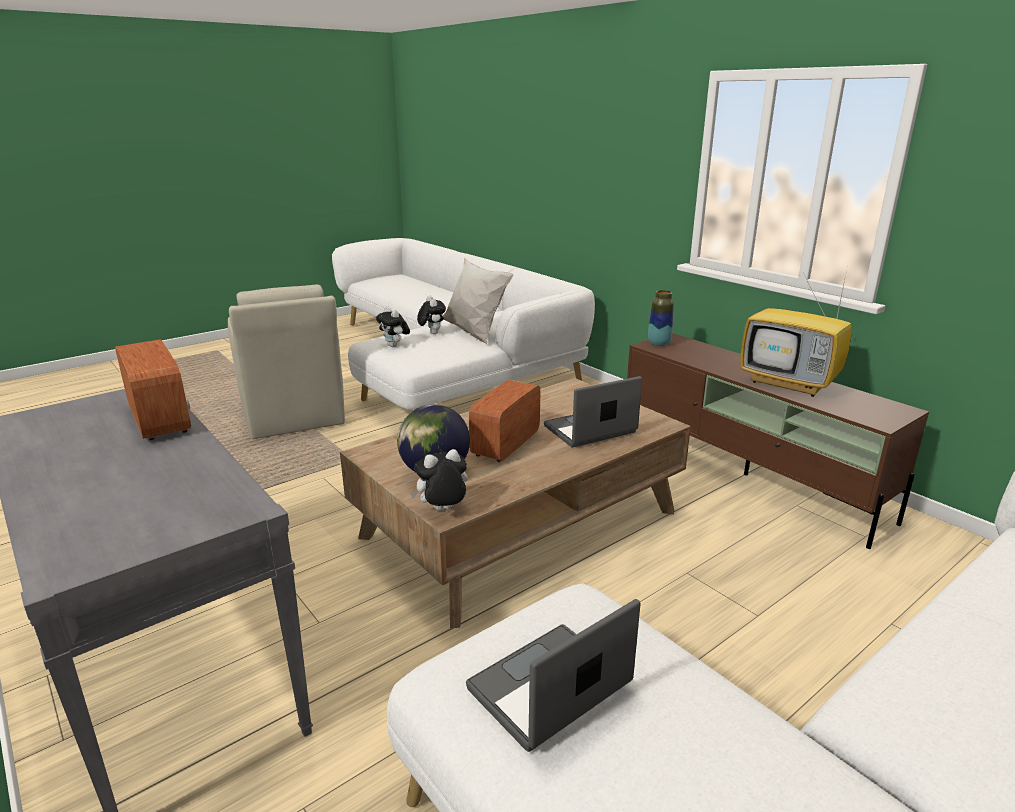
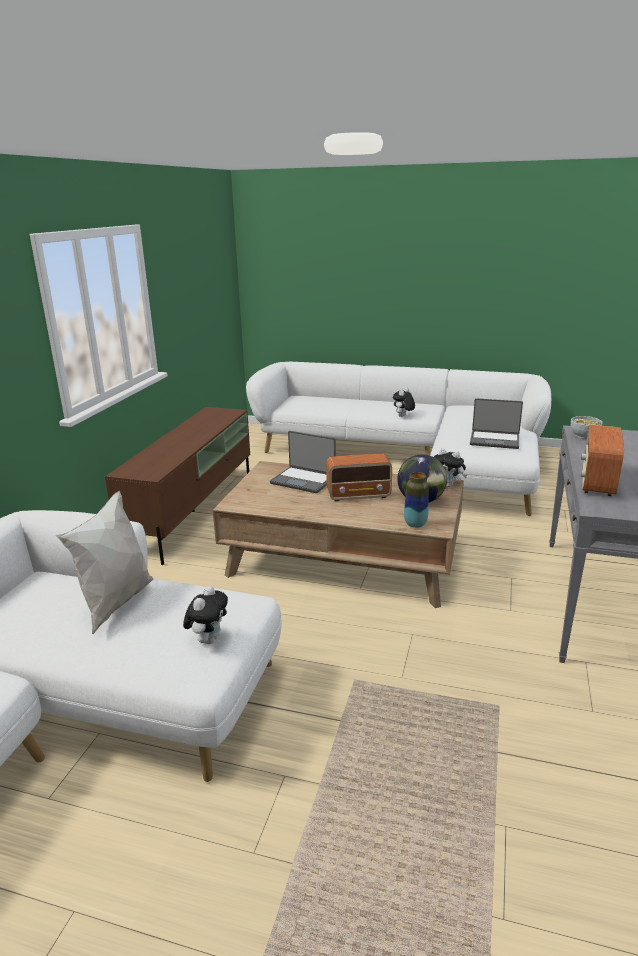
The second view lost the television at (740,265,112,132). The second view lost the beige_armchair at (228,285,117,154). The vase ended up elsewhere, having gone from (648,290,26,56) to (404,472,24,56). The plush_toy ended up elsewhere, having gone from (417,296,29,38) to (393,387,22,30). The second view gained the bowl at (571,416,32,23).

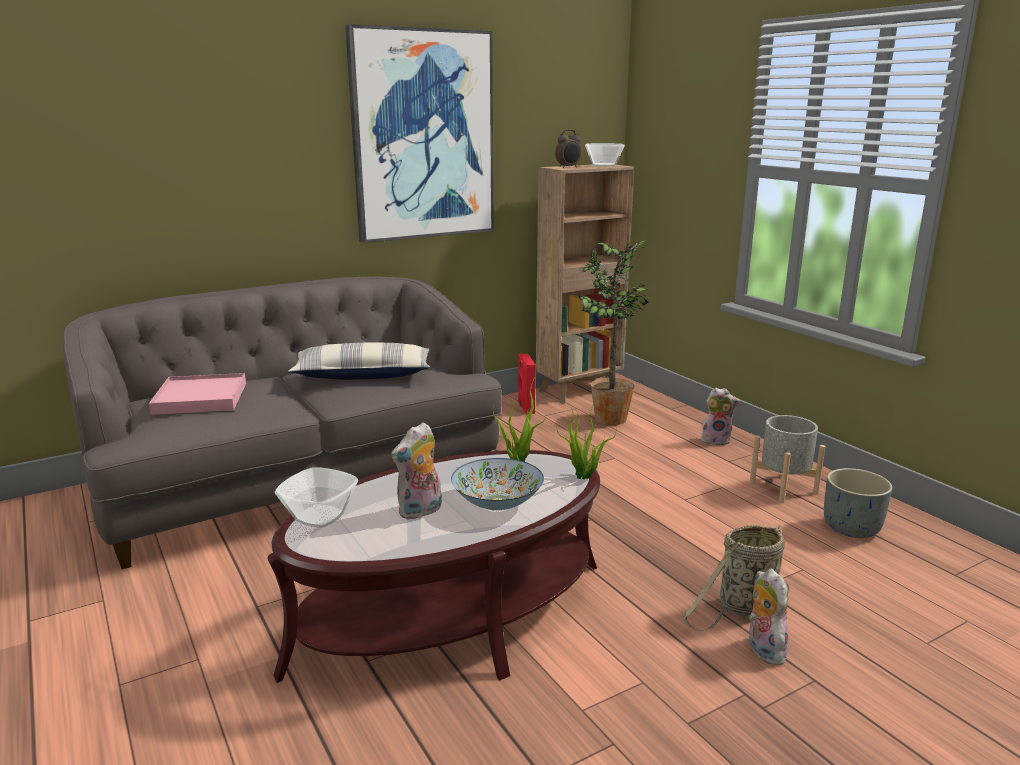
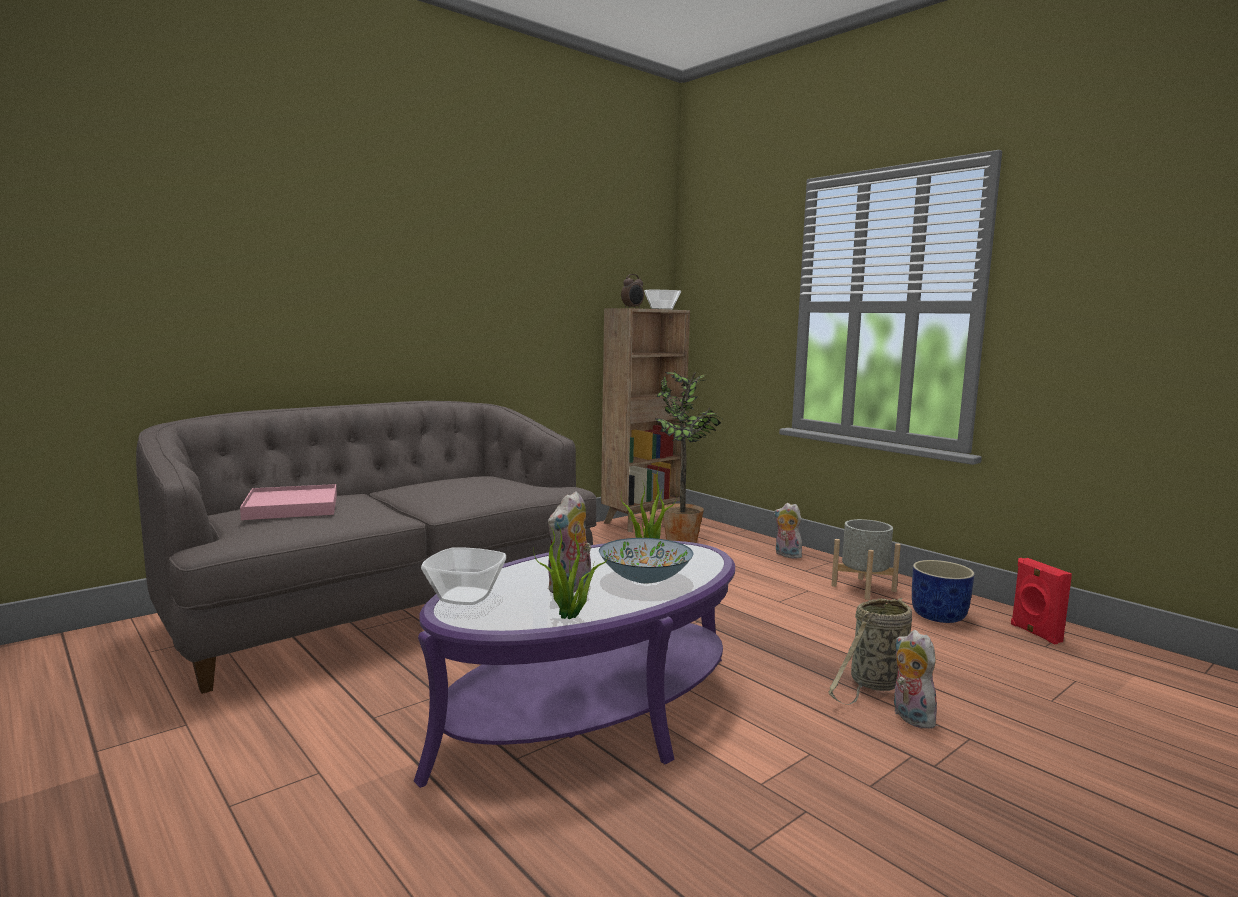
The second view lost the picture at (345,24,149,219). The second view lost the pillow at (288,342,142,38). The red_speaker ended up elsewhere, having gone from (518,353,17,62) to (1011,558,61,86). The plush_toy at (701,388,39,57) ended up facing another way, 135 degrees counterclockwise from before. The potted_plant ended up elsewhere, having gone from (556,404,60,76) to (533,520,76,99). What was the brown_coffee_table at (267,450,333,233) turned into the purple_coffee_table at (414,541,321,247). What was the grey_planter at (824,468,69,70) turned into the blue_planter at (912,560,63,63).

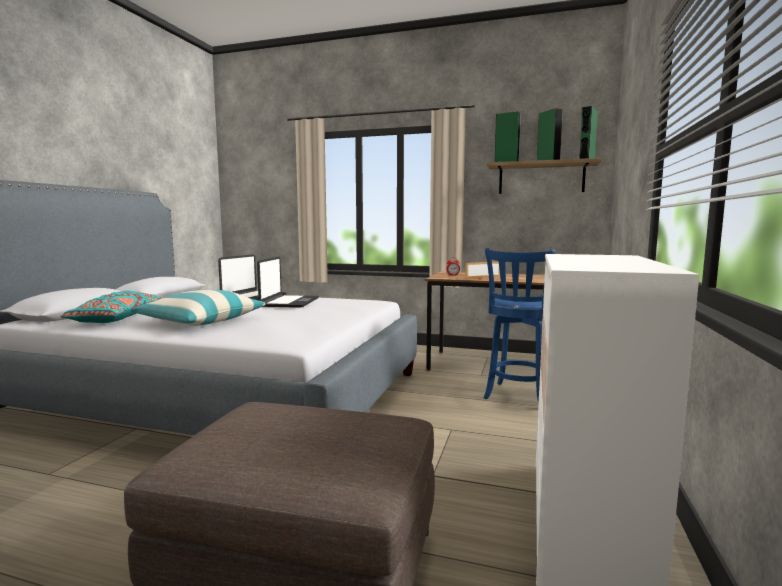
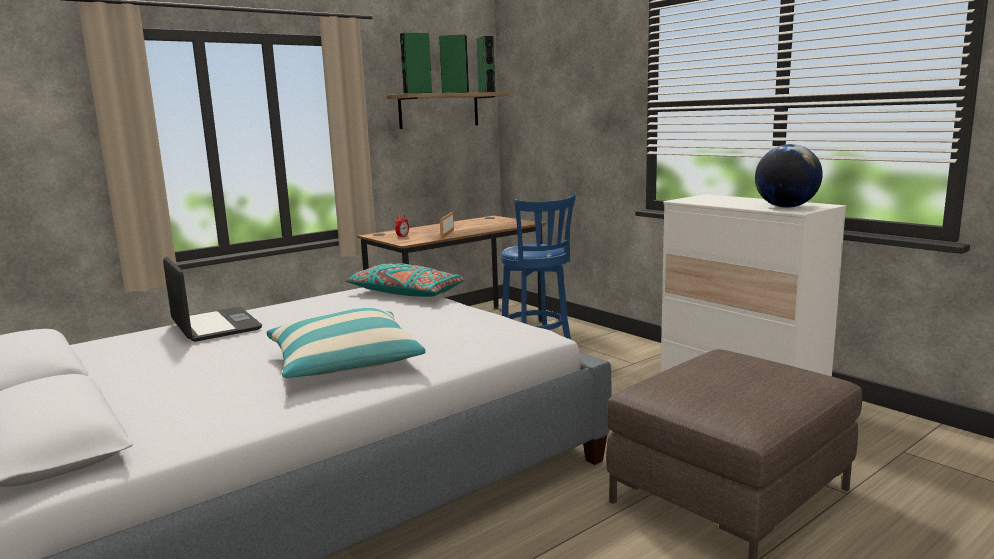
The second view lost the laptop at (257,257,62,51). The turquoise_pillow ended up elsewhere, having gone from (60,291,101,32) to (345,263,120,34). The second view gained the globe at (755,144,68,64).

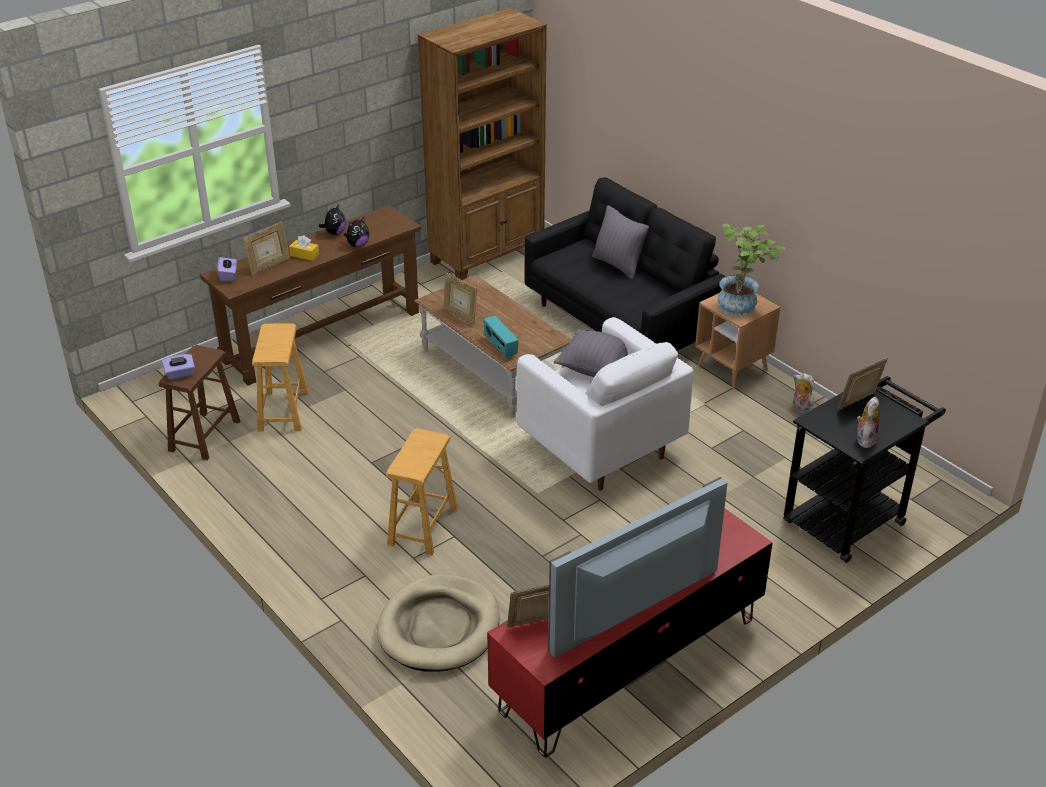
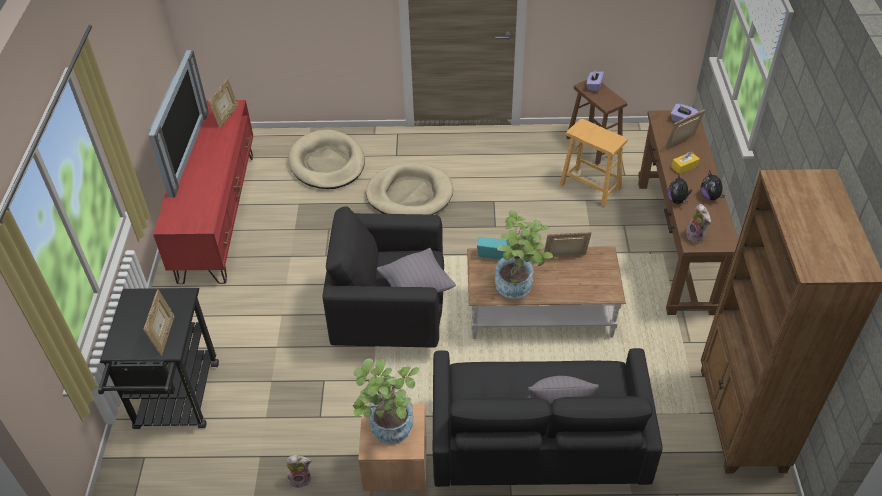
The picture_frame at (243,222,47,53) ended up facing another way, 60 degrees clockwise from before. What was the white_armchair at (517,317,176,174) turned into the black_armchair at (322,206,122,142). The plush_toy ended up elsewhere, having gone from (857,397,23,51) to (686,204,25,40). Where the brown_stool stood at (386,428,72,127), the beige_dog_bed came to stand at (366,162,87,53). The second view gained the potted_plant at (495,210,58,89).

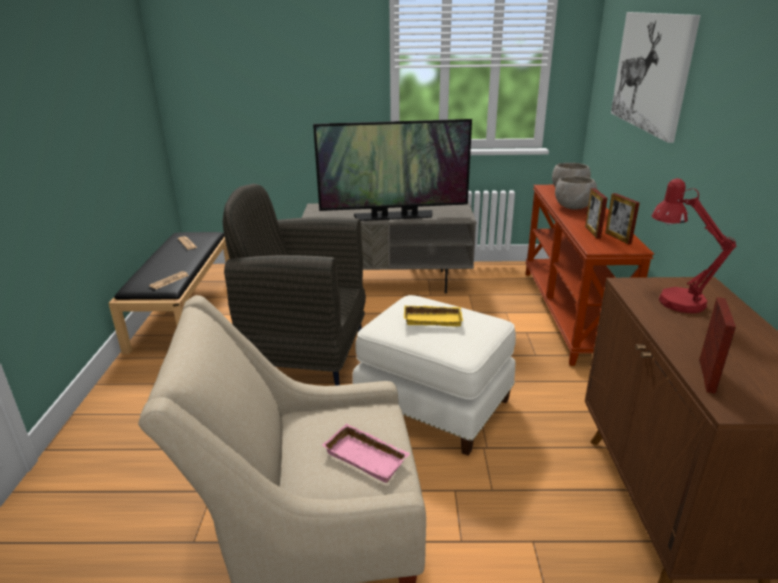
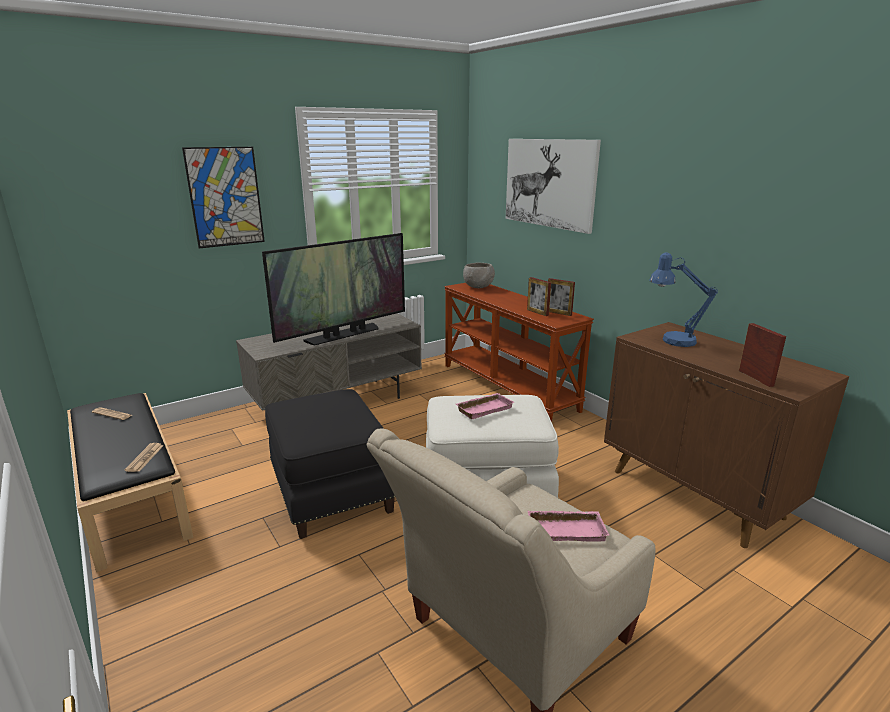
The second view lost the grey_bowl at (555,176,42,33). What was the red_table_lamp at (652,178,84,135) turned into the blue_table_lamp at (649,252,69,95). Where the grey_armchair stood at (223,184,143,202), the black_ottoman came to stand at (265,389,130,150). What was the yellow_tray at (404,305,59,21) turned into the pink_tray at (456,393,58,26). The second view gained the picture at (182,147,83,102).

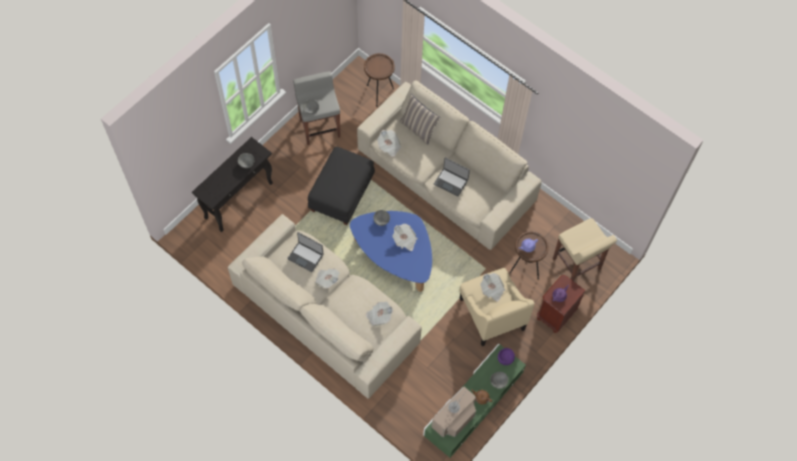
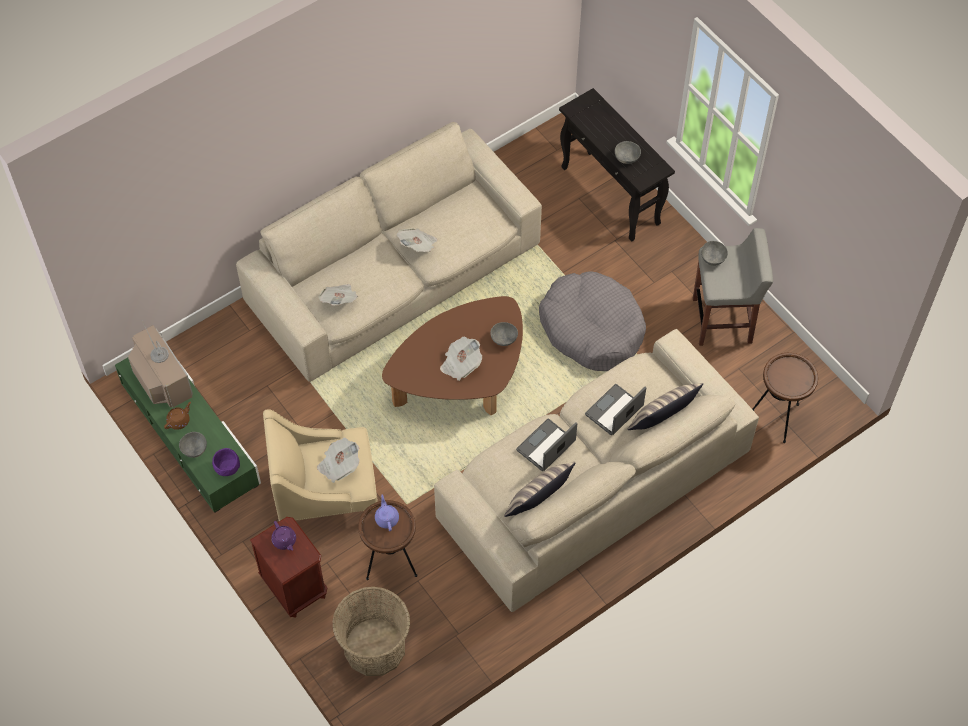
The second view lost the newspaper at (377,130,25,27). Where the black_ottoman stood at (308,147,67,78), the grey_dog_bed came to stand at (539,271,107,100). What was the blue_coffee_table at (350,211,82,81) turned into the brown_coffee_table at (382,296,141,119). Where the beige_stool stood at (553,218,64,63), the basket came to stand at (332,587,78,89). The laptop ended up elsewhere, having gone from (287,232,36,40) to (585,384,61,51). The second view gained the pillow at (504,462,72,55).

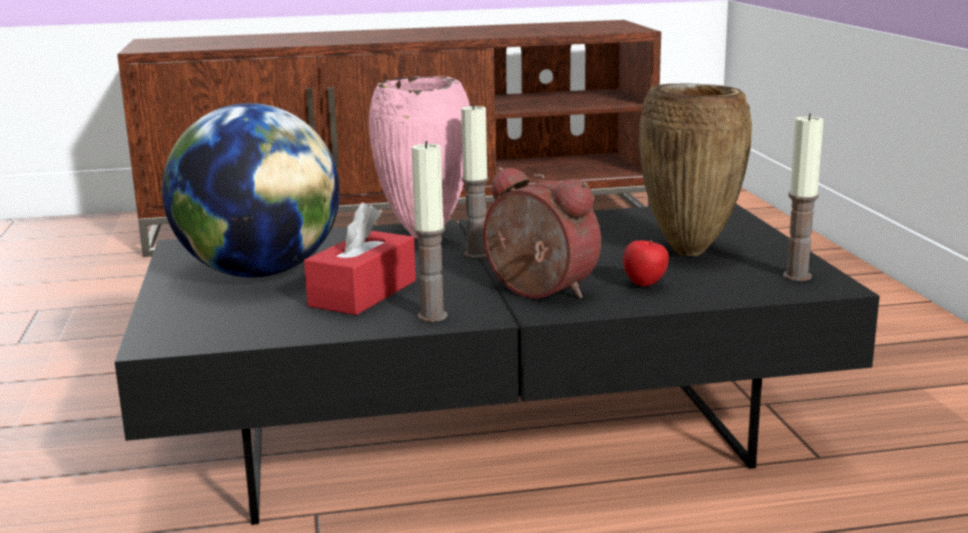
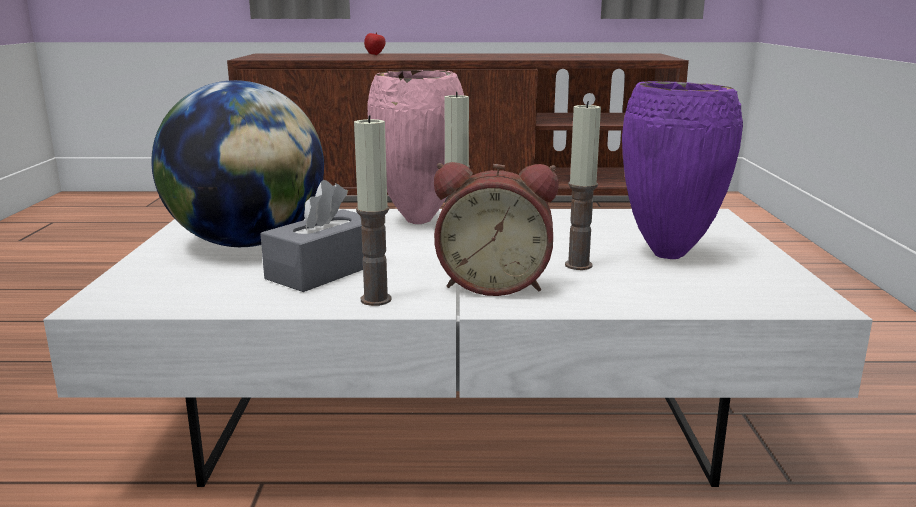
What was the brown_vase at (639,83,113,173) turned into the purple_vase at (622,81,121,178). The candle ended up elsewhere, having gone from (783,113,40,168) to (565,101,36,169). The alarm_clock at (483,167,118,132) ended up facing another way, 135 degrees clockwise from before. What was the red_tissue_box at (304,203,112,112) turned into the grey_tissue_box at (260,180,104,112). What was the black_coffee_table at (115,204,765,321) turned into the white_coffee_table at (43,209,830,278). The apple ended up elsewhere, having gone from (623,240,46,46) to (364,32,22,23).

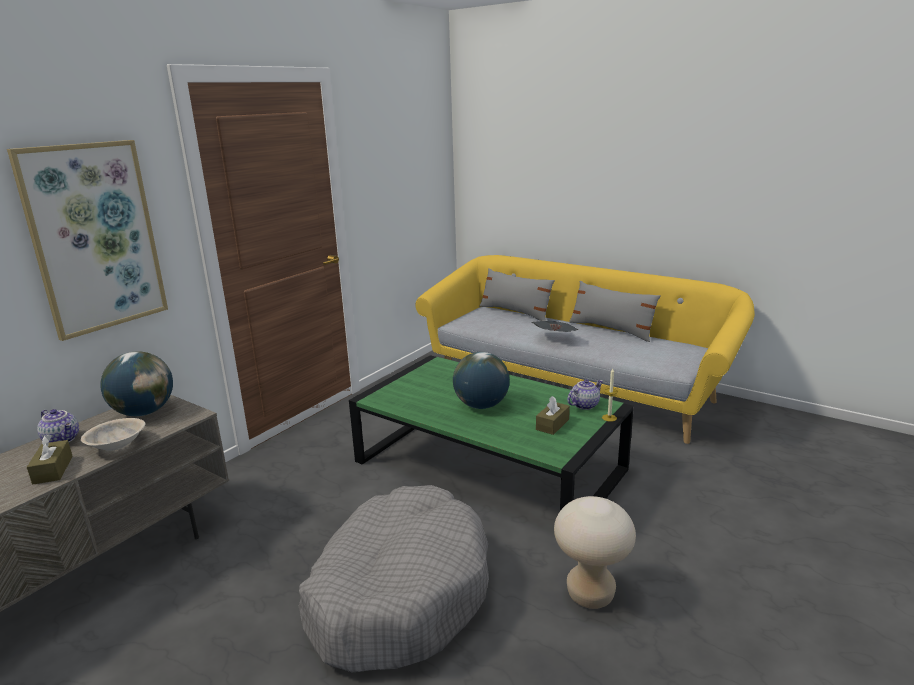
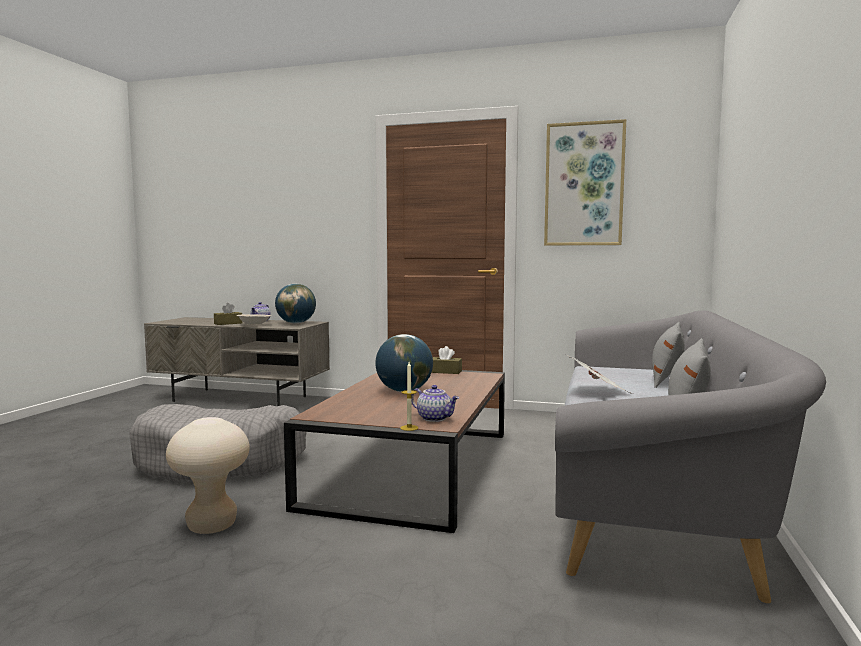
The picture ended up elsewhere, having gone from (7,140,161,201) to (544,119,82,127). What was the yellow_sofa at (415,255,340,189) turned into the grey_sofa at (555,310,271,293). What was the green_coffee_table at (349,355,285,156) turned into the brown_coffee_table at (284,370,221,163). The brown_tissue_box ended up elsewhere, having gone from (536,396,34,39) to (432,346,30,28).

